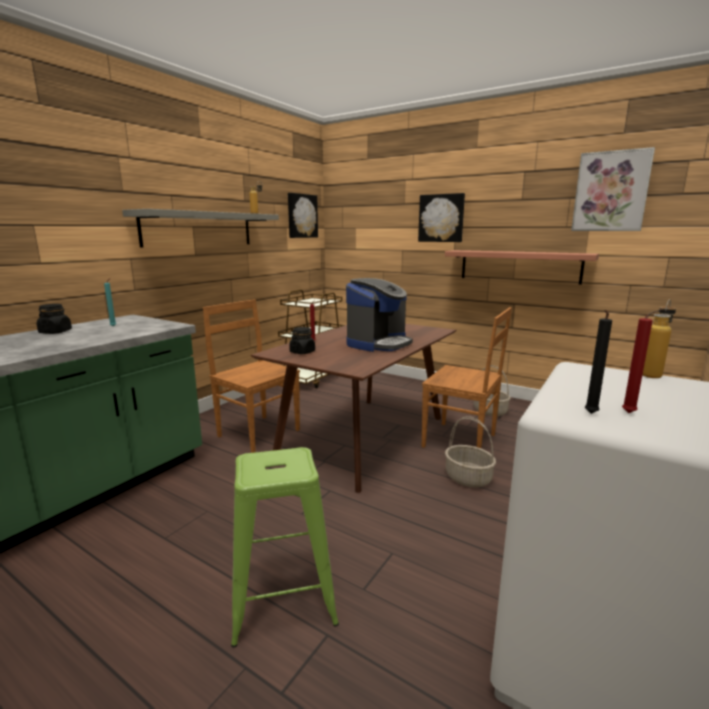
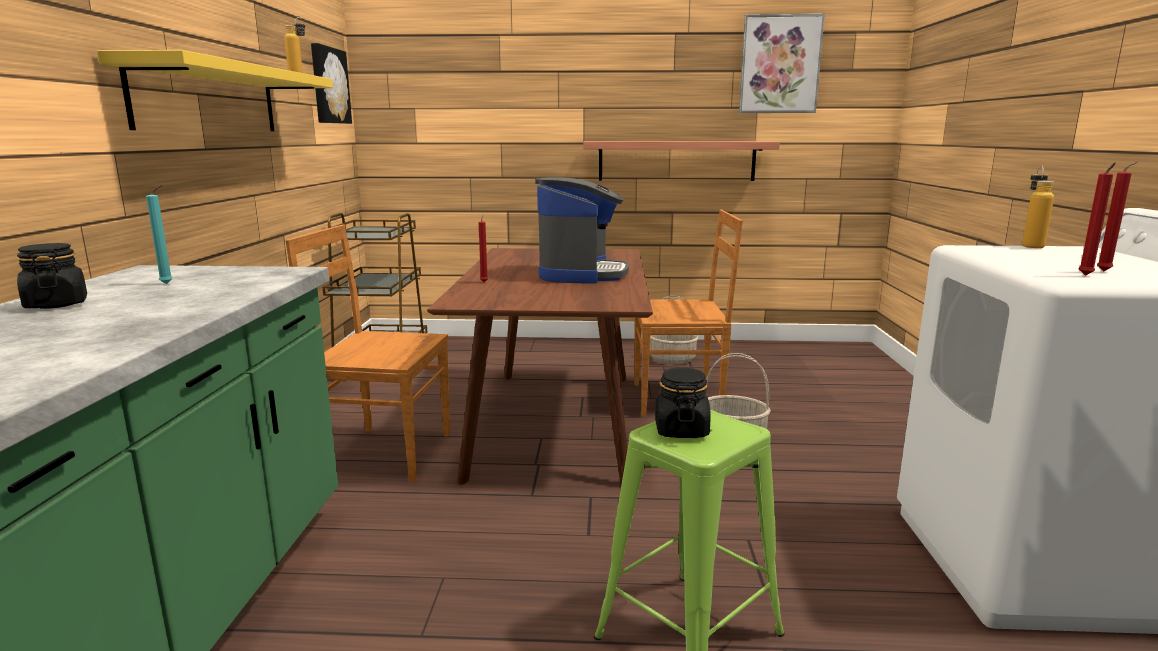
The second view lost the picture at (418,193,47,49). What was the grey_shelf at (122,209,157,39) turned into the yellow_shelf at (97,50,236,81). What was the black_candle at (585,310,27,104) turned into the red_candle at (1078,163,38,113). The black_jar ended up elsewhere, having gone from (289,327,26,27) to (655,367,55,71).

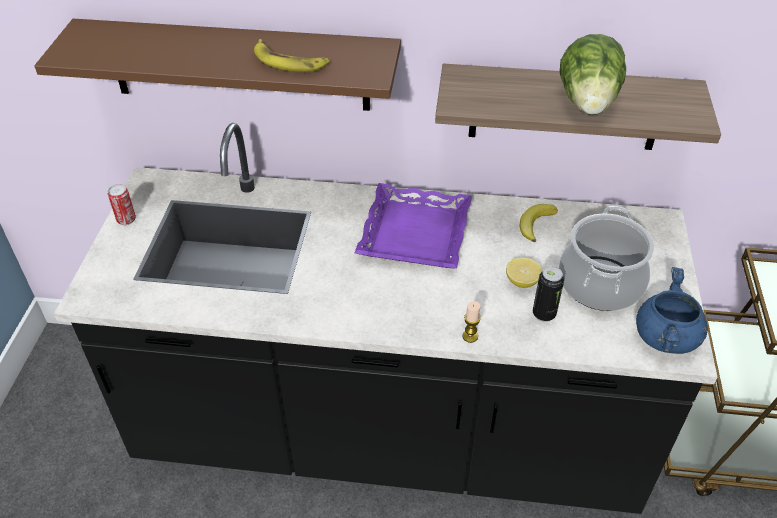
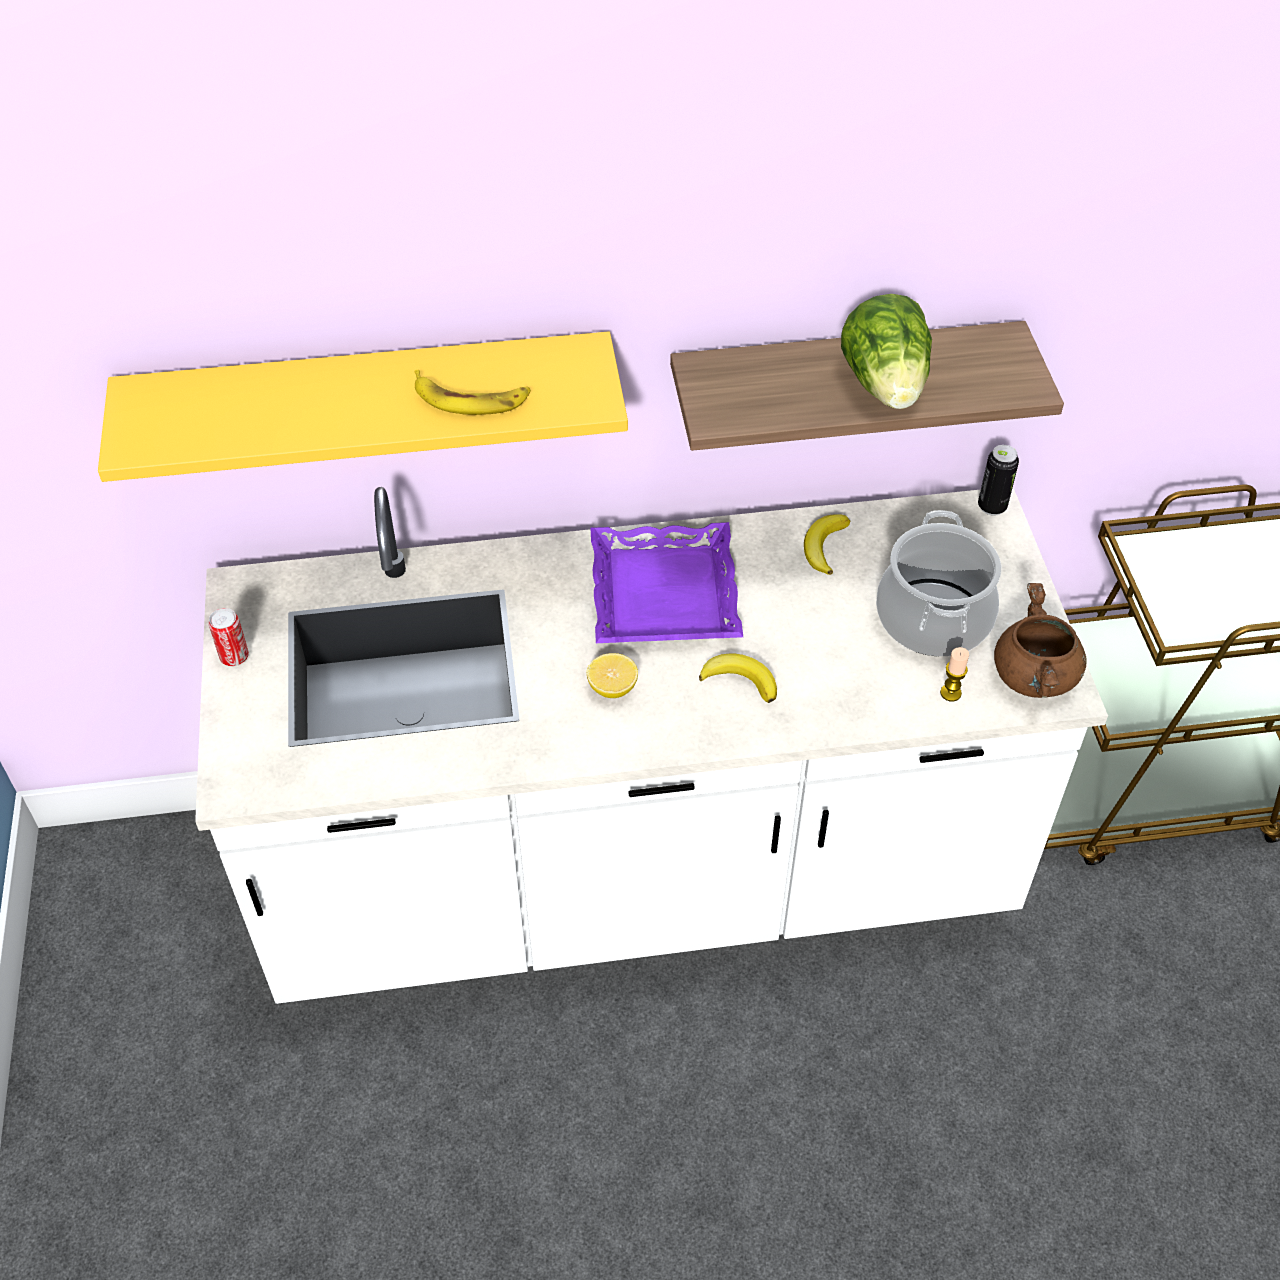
What was the brown_shelf at (34,19,367,92) turned into the yellow_shelf at (98,331,530,151). What was the black_counter at (54,123,663,391) turned into the white_counter at (195,487,913,517). The lemon ended up elsewhere, having gone from (506,257,36,31) to (587,653,51,45). The can ended up elsewhere, having gone from (533,266,31,56) to (978,445,41,71). What was the blue_cooking_pot at (636,267,72,87) turned into the brown_cooking_pot at (994,583,92,115). The candle ended up elsewhere, having gone from (462,301,19,42) to (940,647,29,54). The second view gained the banana at (699,654,78,49).

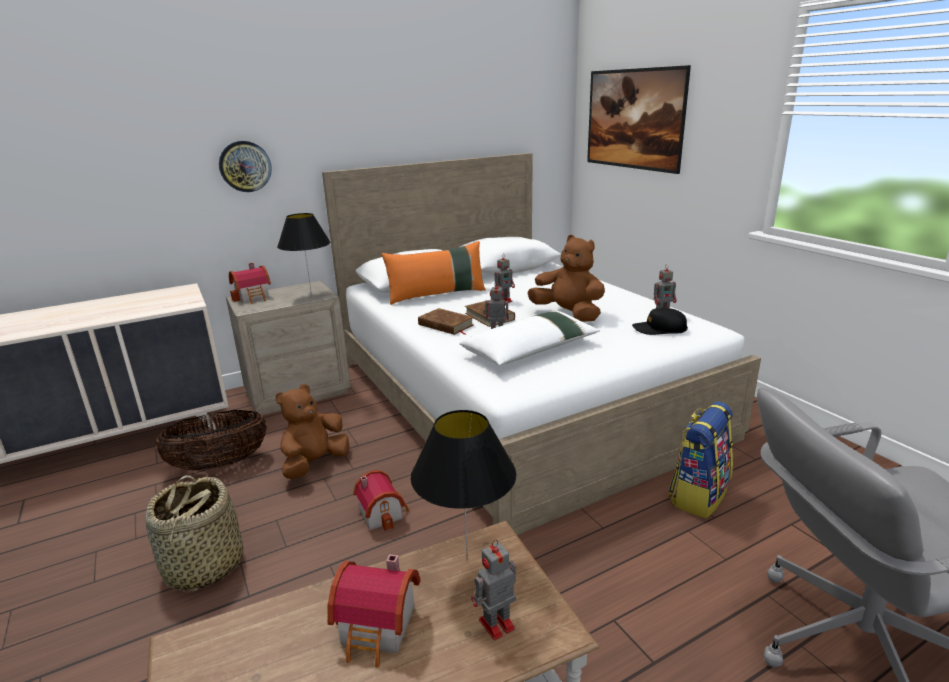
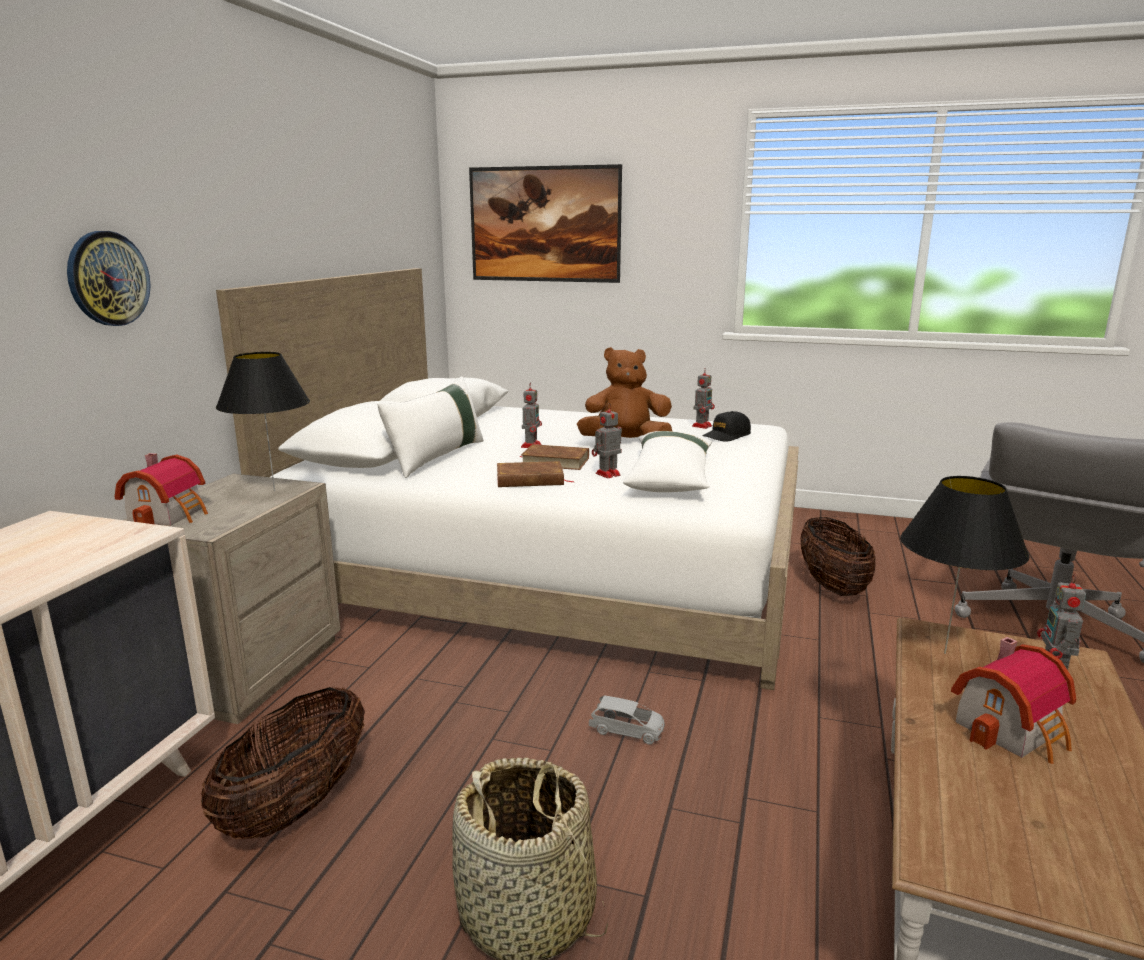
What was the orange_pillow at (381,241,105,64) turned into the white_pillow at (377,376,107,102). The second view lost the brown_plush_toy at (275,384,74,95). Where the backpack stood at (669,402,64,117), the basket came to stand at (800,517,76,79). Where the toy_house stood at (354,470,56,61), the grey_toy_car came to stand at (589,695,76,50).

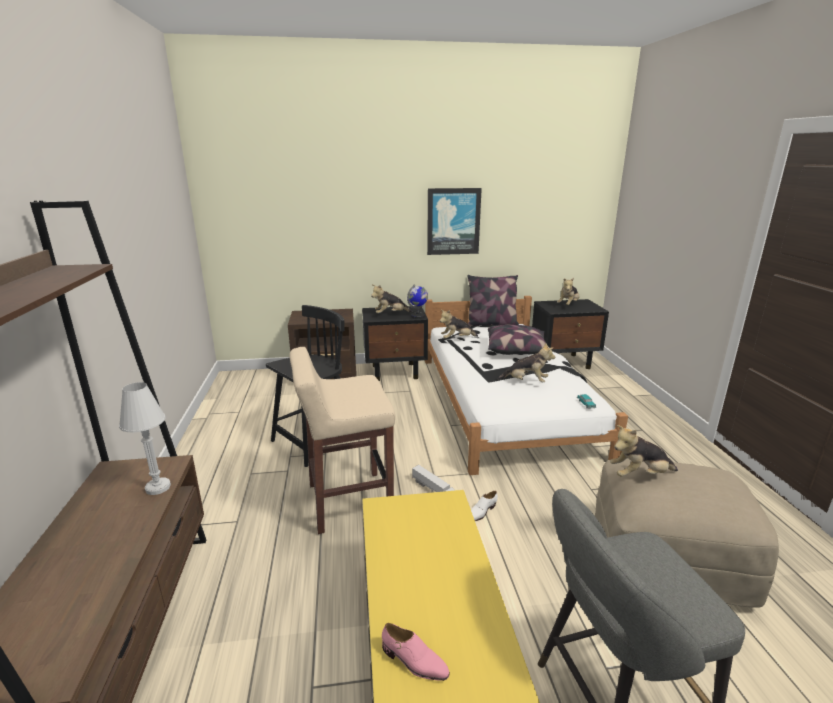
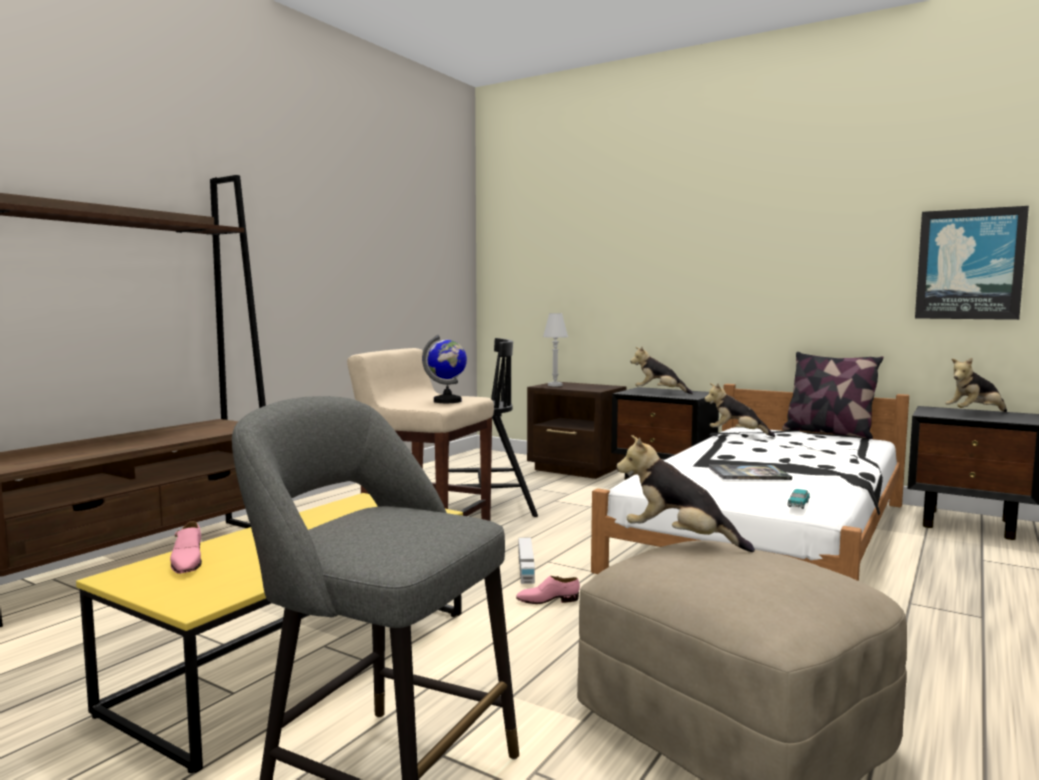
The picture ended up elsewhere, having gone from (427,188,55,67) to (915,206,114,114). The globe ended up elsewhere, having gone from (407,285,21,34) to (422,335,45,68). The second view lost the pillow at (488,325,57,30). Where the plush_toy stood at (497,342,58,40), the book came to stand at (709,465,83,15). The white_table_lamp ended up elsewhere, having gone from (119,382,52,113) to (543,313,25,73). What was the white_shoe at (471,491,27,30) turned into the pink_shoe at (516,576,64,28).

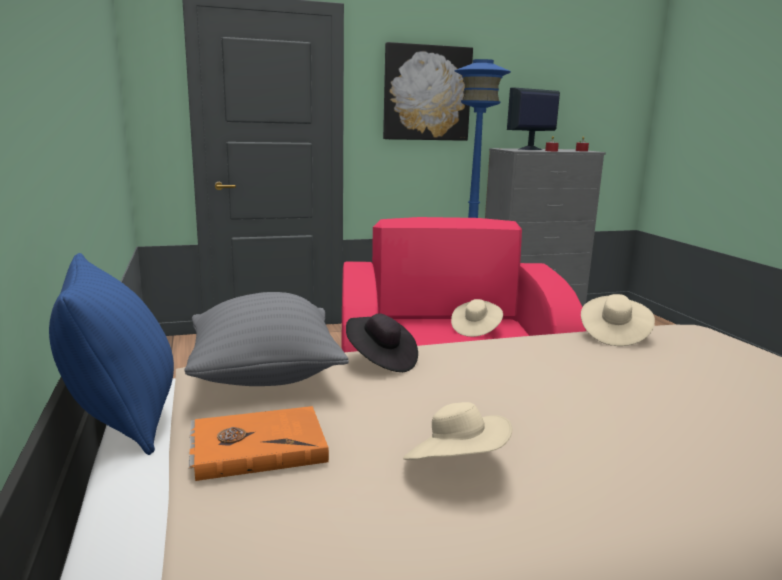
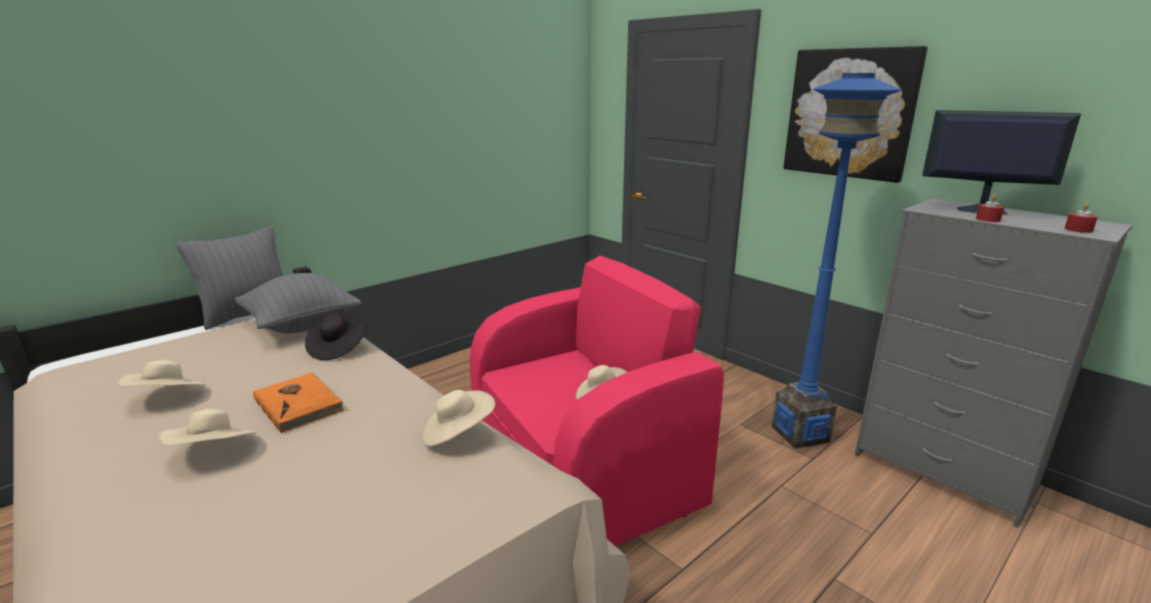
What was the blue_pillow at (49,253,125,202) turned into the grey_pillow at (176,226,107,104). The orange_book ended up elsewhere, having gone from (189,406,140,75) to (253,373,91,60). The second view gained the beige_hat at (158,409,99,38).

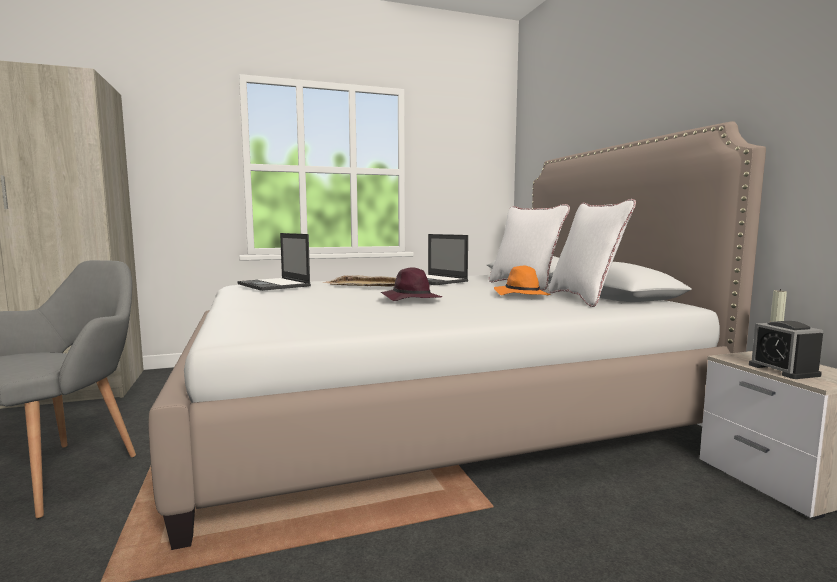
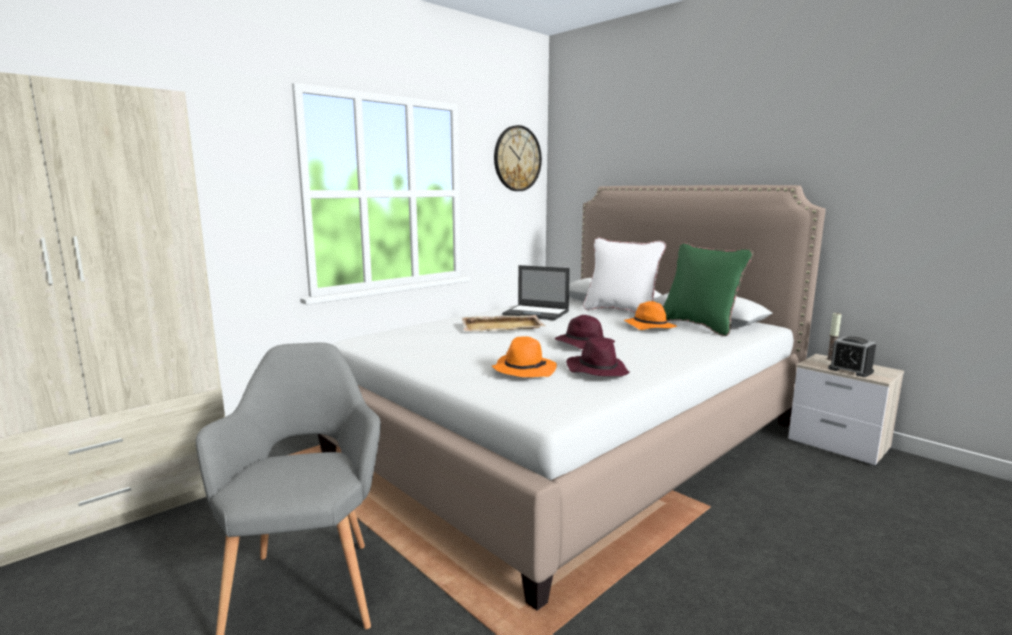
What was the white_pillow at (548,199,88,108) turned into the green_pillow at (663,243,90,93). The second view lost the laptop at (237,233,74,58). The second view gained the wall_clock at (494,125,48,66). The second view gained the orange_hat at (492,336,65,41). The second view gained the purple_hat at (566,337,64,39).

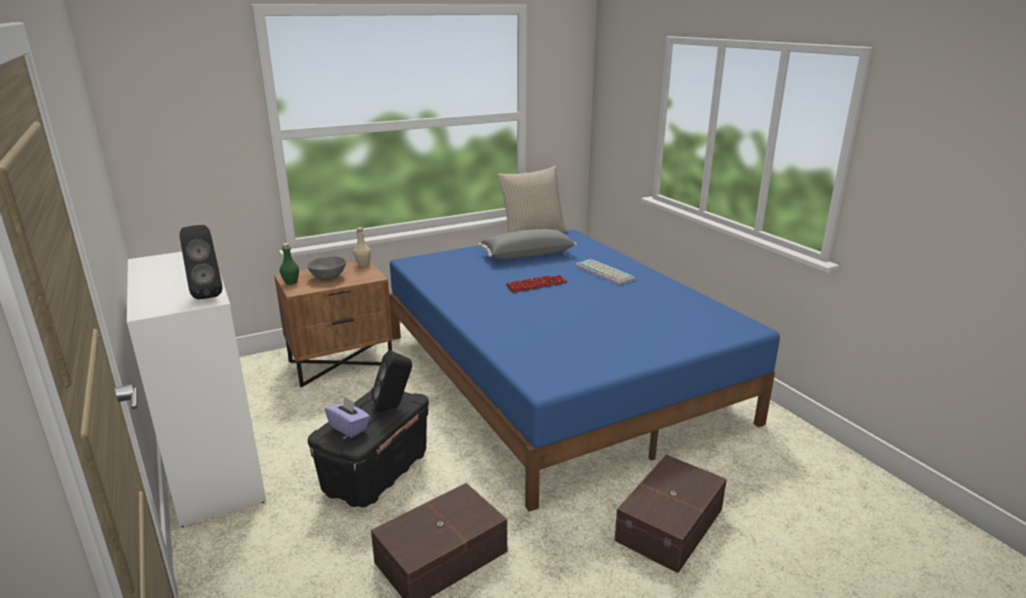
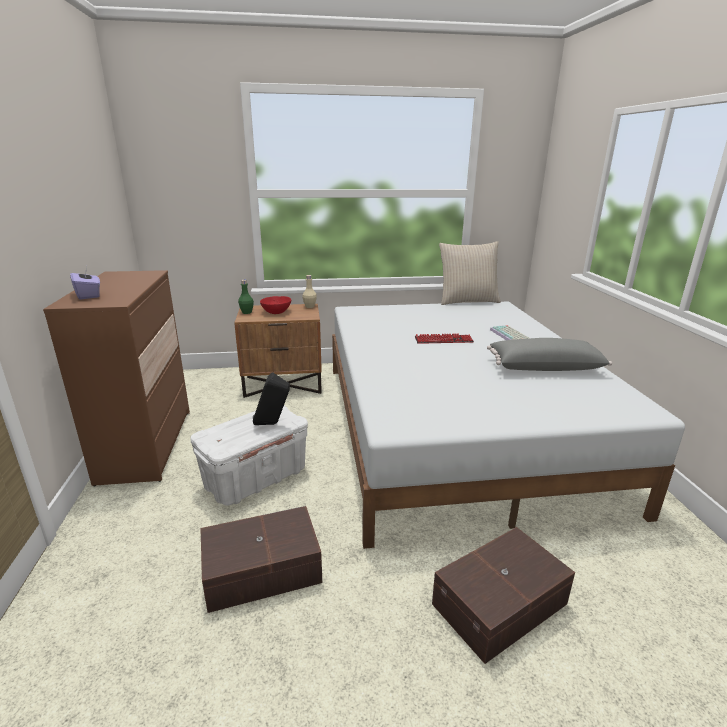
The second view lost the black_speaker at (180,225,43,75). The grey_pillow ended up elsewhere, having gone from (478,229,99,31) to (487,338,125,33). What was the blue_bed at (389,230,391,282) turned into the white_bed at (332,302,353,247). What was the white_dresser at (127,252,139,275) turned into the brown_dresser at (43,270,147,217). What was the grey_bowl at (307,256,39,24) turned into the red_bowl at (260,296,31,18). What was the black_storage_box at (308,388,121,119) turned into the white_storage_box at (190,405,118,101). The purple_tissue_box ended up elsewhere, having gone from (325,397,45,41) to (70,266,30,34).

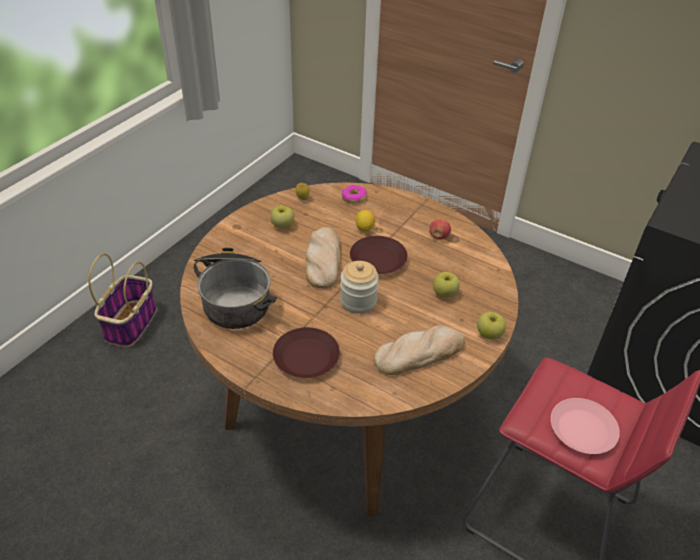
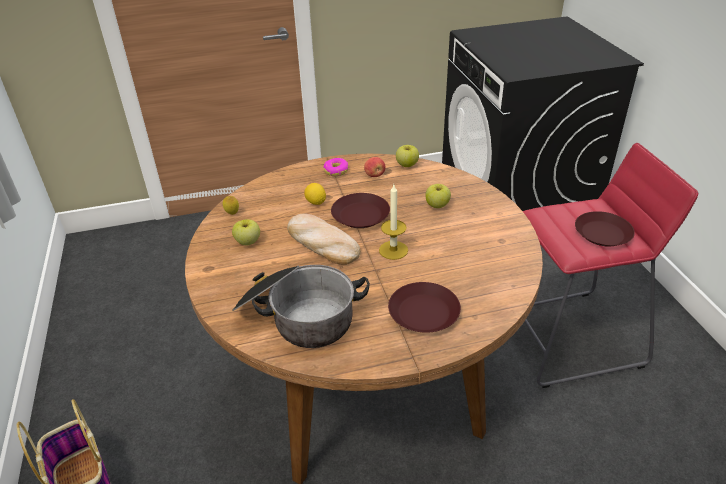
The donut ended up elsewhere, having gone from (342,185,25,19) to (323,158,25,18). Where the jar stood at (340,261,39,53), the candle came to stand at (379,185,29,75). The apple ended up elsewhere, having gone from (477,312,29,27) to (396,145,23,22). The second view lost the bread at (373,325,92,50). What was the pink_plate at (551,398,69,56) turned into the brown_plate at (575,211,60,35).

